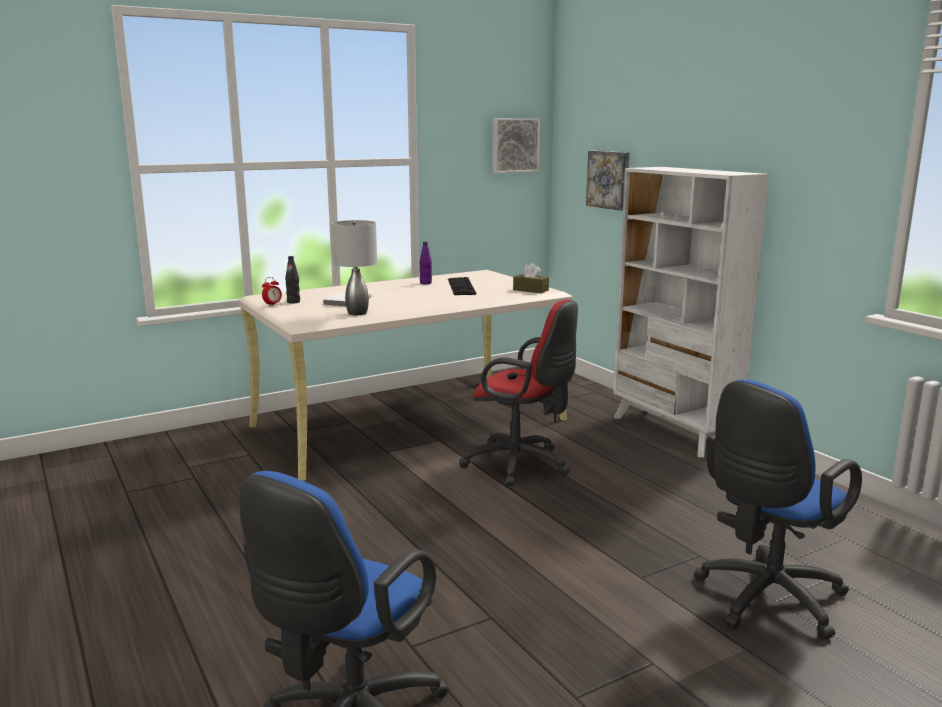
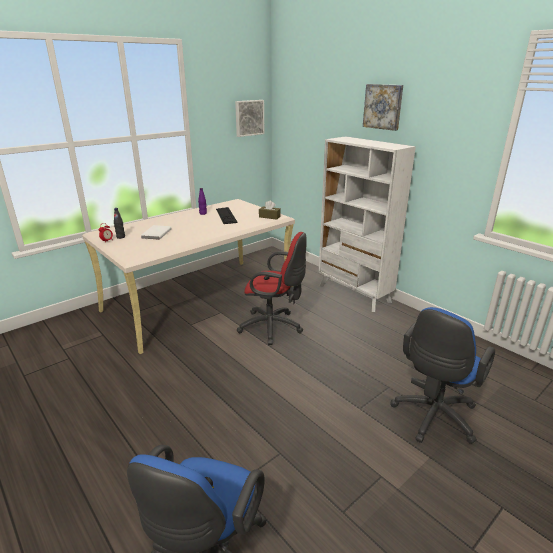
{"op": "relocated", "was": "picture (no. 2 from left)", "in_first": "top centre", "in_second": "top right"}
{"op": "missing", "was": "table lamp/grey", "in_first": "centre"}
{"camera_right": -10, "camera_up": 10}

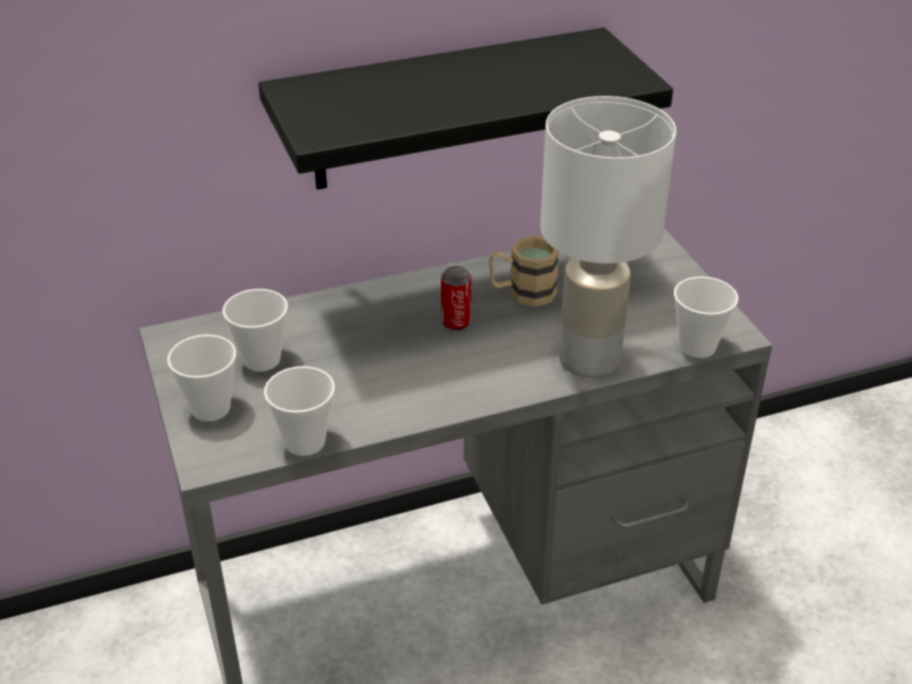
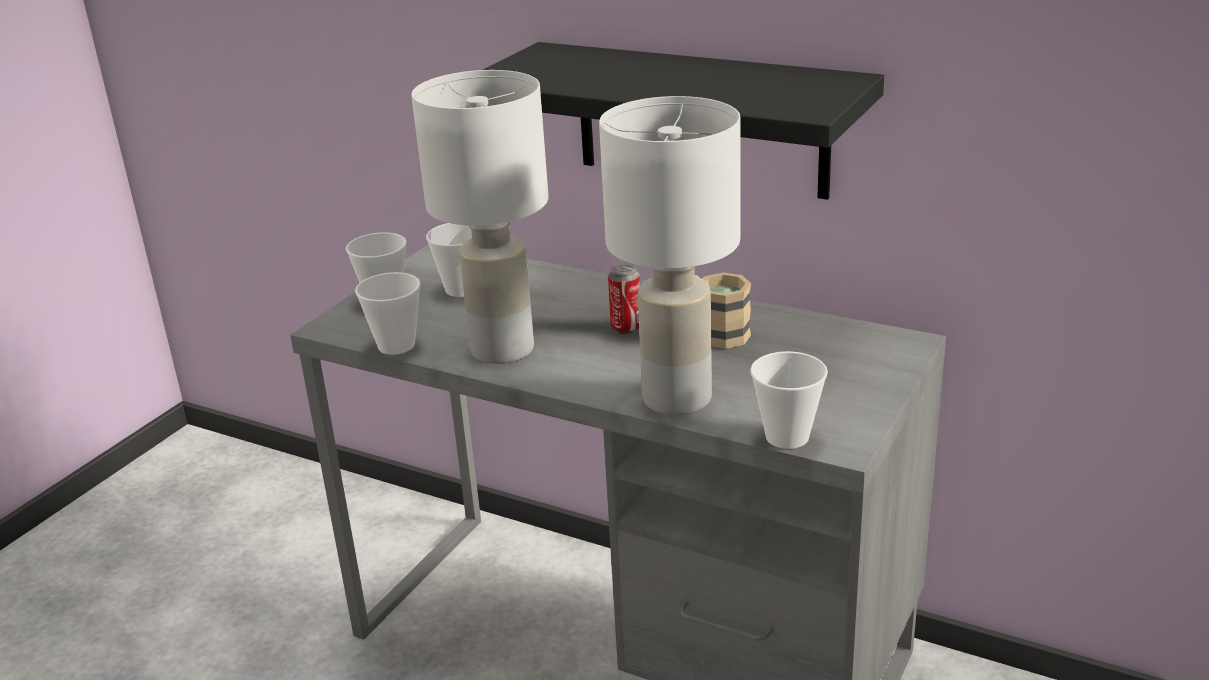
{"op": "appeared", "now": "table lamp/white (no. 1 from left)", "in_second": "top centre"}
{"camera_right": 50, "camera_up": -10}

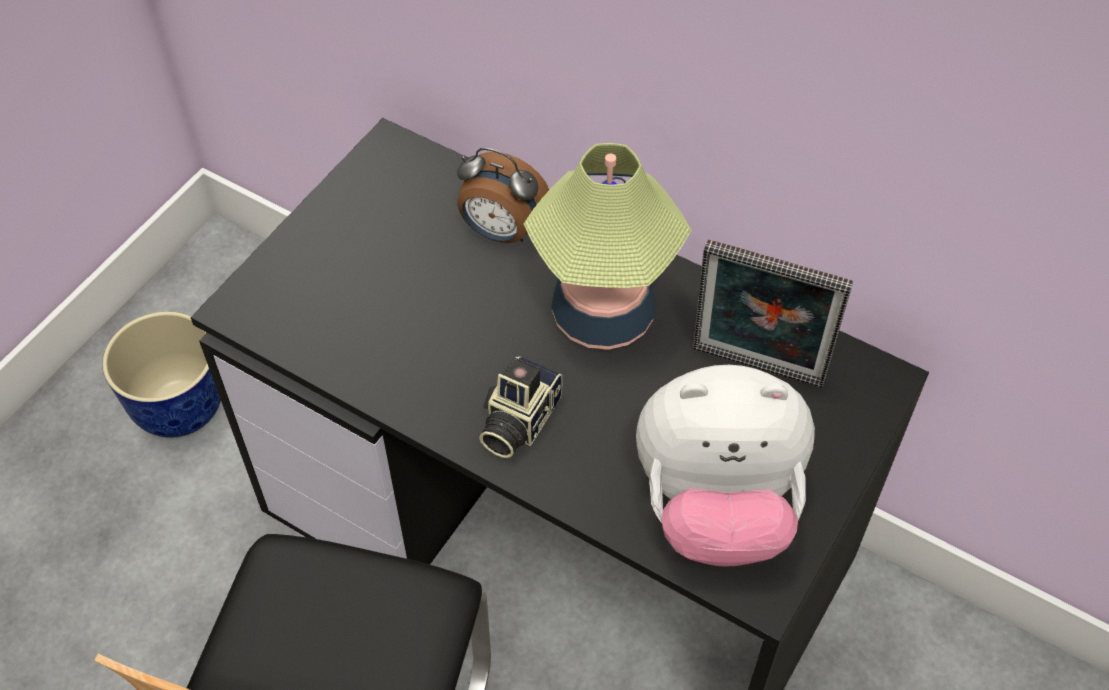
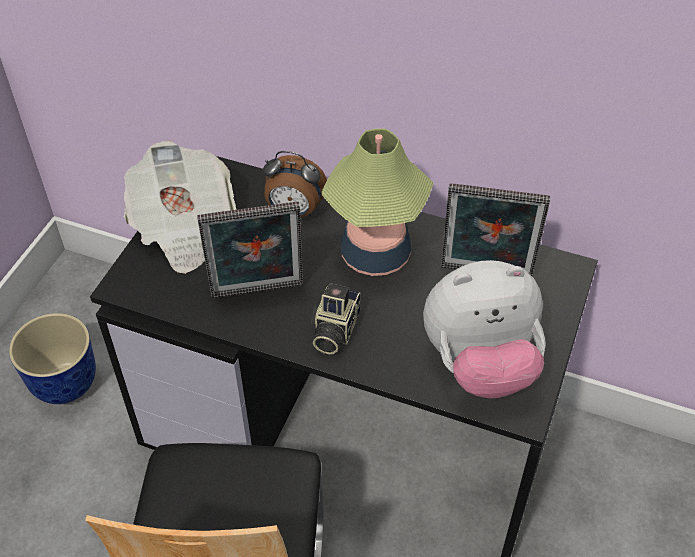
{"op": "appeared", "now": "newspaper", "in_second": "middle left"}
{"op": "appeared", "now": "picture frame (no. 1 from left)", "in_second": "centre"}
{"camera_right": -10, "camera_up": -5}

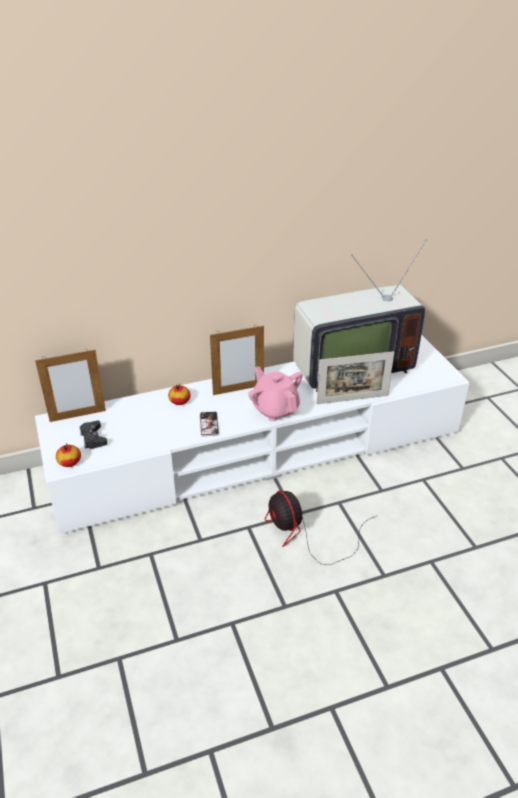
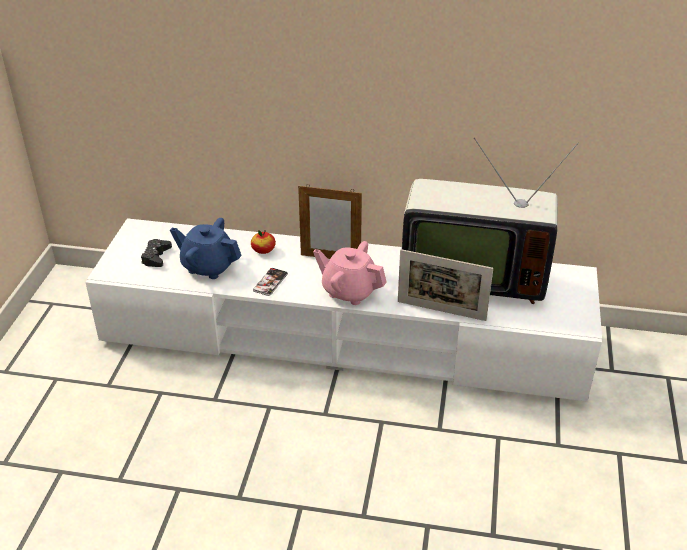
{"op": "missing", "was": "picture frame (no. 1 from left)", "in_first": "middle left"}
{"op": "spun", "was": "teapot/pink", "in_first": "centre", "in_second": "centre", "clockwise": -60}
{"op": "missing", "was": "apple (no. 1 from left)", "in_first": "middle left"}
{"op": "missing", "was": "fan", "in_first": "centre"}
{"op": "appeared", "now": "teapot/blue", "in_second": "middle left"}
{"camera_right": 30, "camera_up": 0}

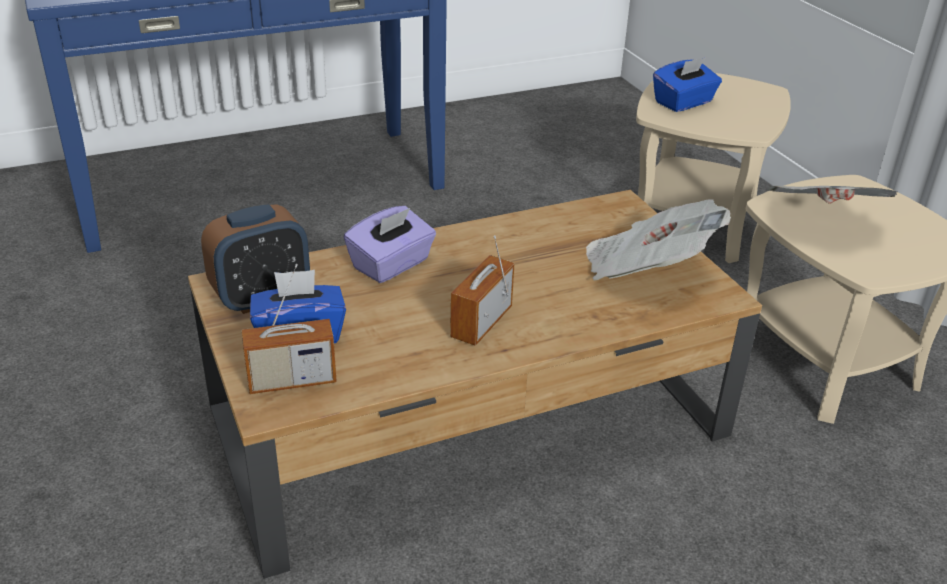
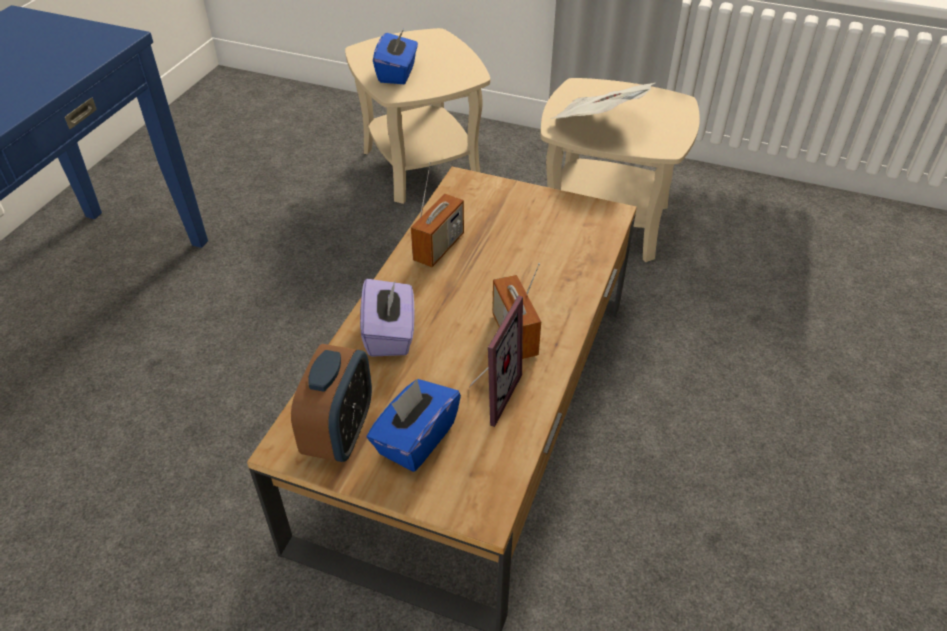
{"op": "missing", "was": "newspaper (no. 1 from left)", "in_first": "middle right"}
{"op": "relocated", "was": "radio (no. 1 from left)", "in_first": "middle left", "in_second": "centre"}
{"op": "appeared", "now": "picture frame", "in_second": "centre"}
{"camera_right": -45, "camera_up": 10}

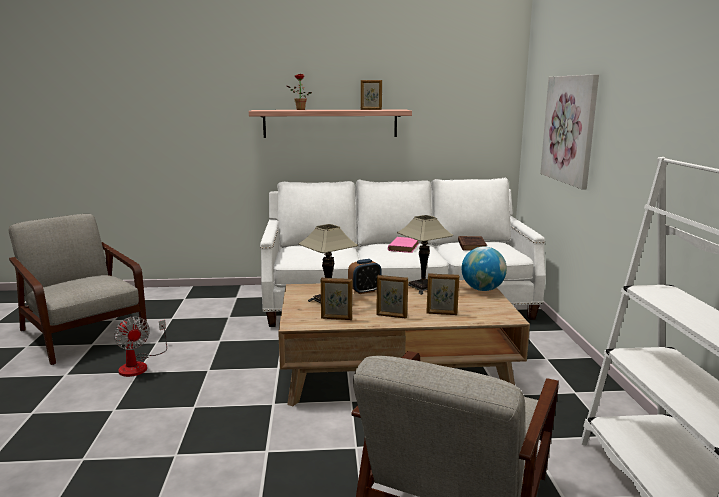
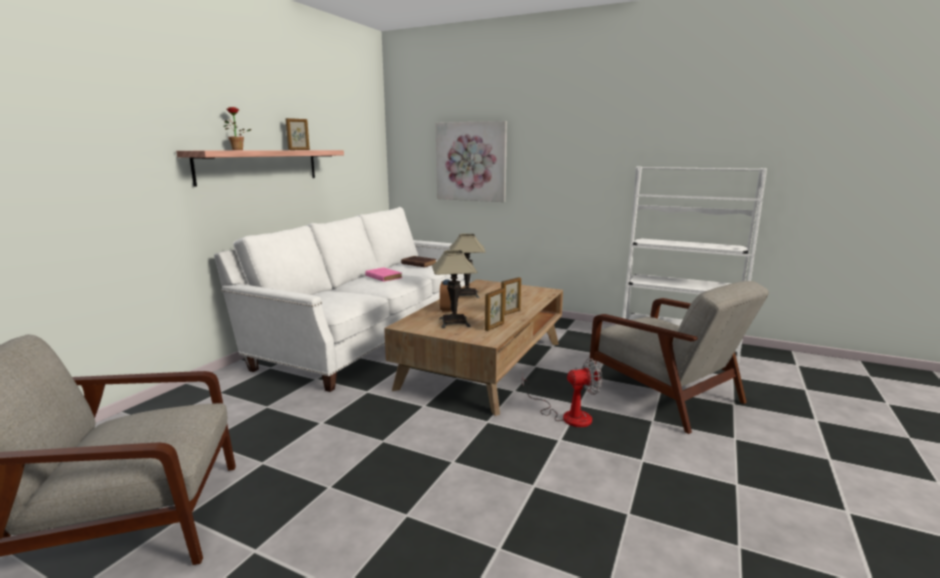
{"op": "missing", "was": "globe", "in_first": "middle right"}
{"op": "missing", "was": "picture frame (no. 4 from left)", "in_first": "centre"}
{"op": "relocated", "was": "fan", "in_first": "bottom left", "in_second": "bottom centre"}
{"camera_right": -60, "camera_up": 0}

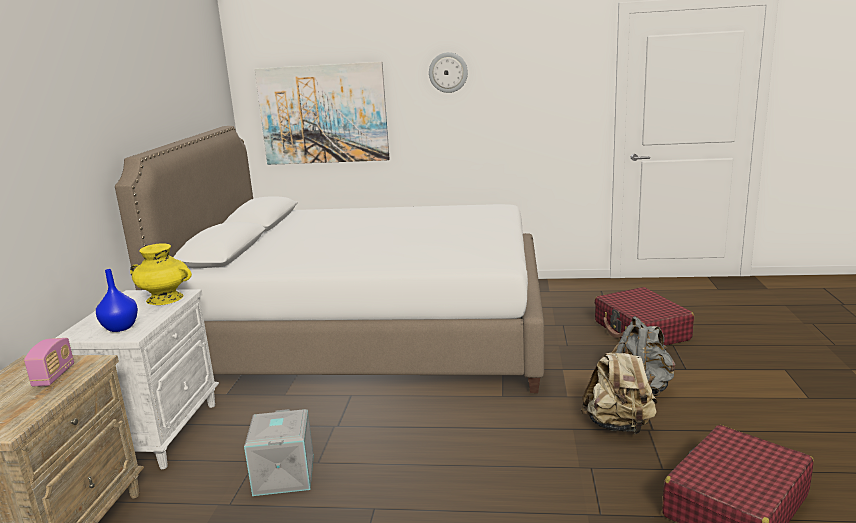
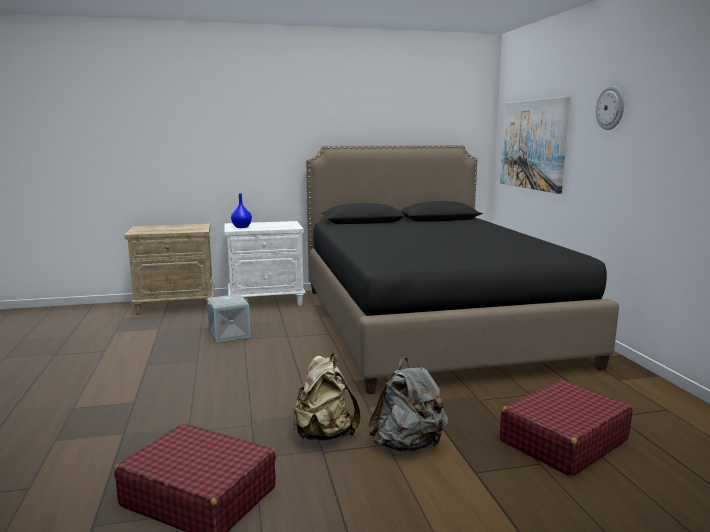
{"op": "colour", "was": "bed/white", "now": "bed/black", "in_first": "centre", "in_second": "centre"}
{"op": "missing", "was": "vase/yellow", "in_first": "middle left"}
{"op": "missing", "was": "radio", "in_first": "bottom left"}
{"camera_right": 70, "camera_up": -5}

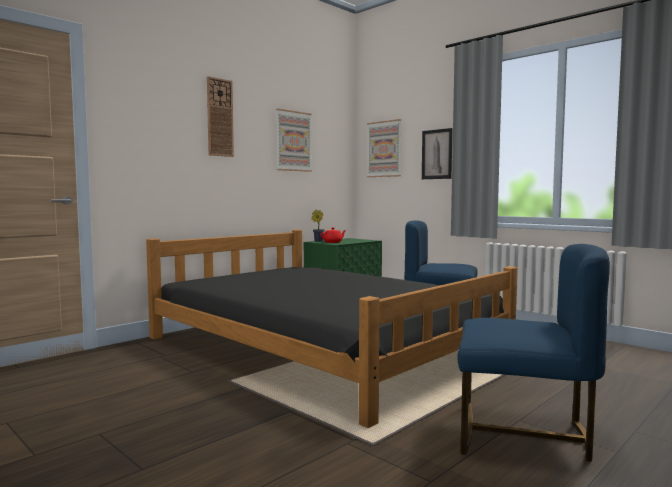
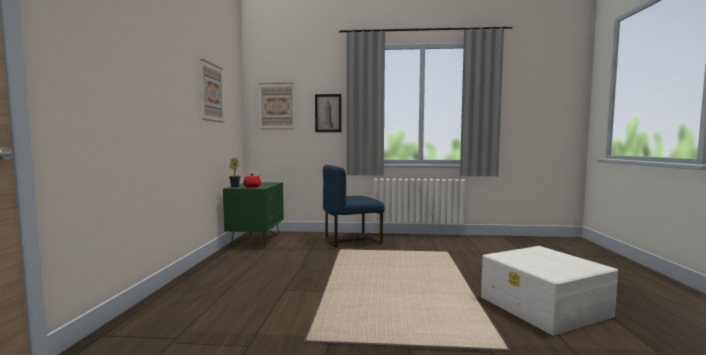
{"op": "missing", "was": "wall clock", "in_first": "top left"}
{"op": "missing", "was": "bed/black", "in_first": "bottom centre"}
{"op": "exchanged", "was": "chair/blue (no. 2 from left)", "now": "storage box/white", "in_first": "bottom right", "in_second": "bottom right"}
{"camera_right": -40, "camera_up": 0}

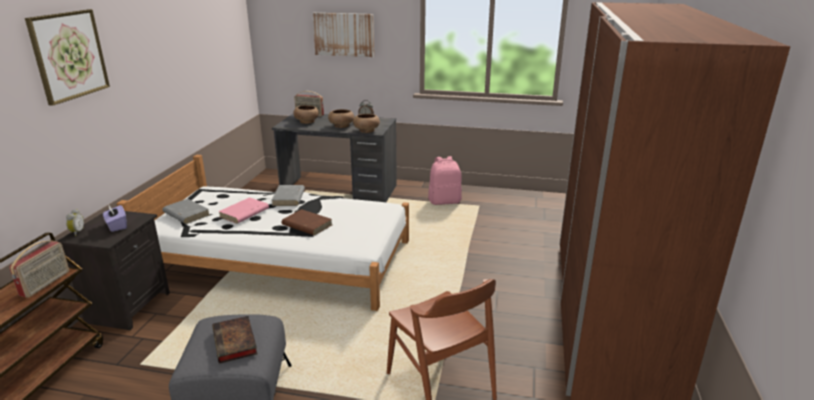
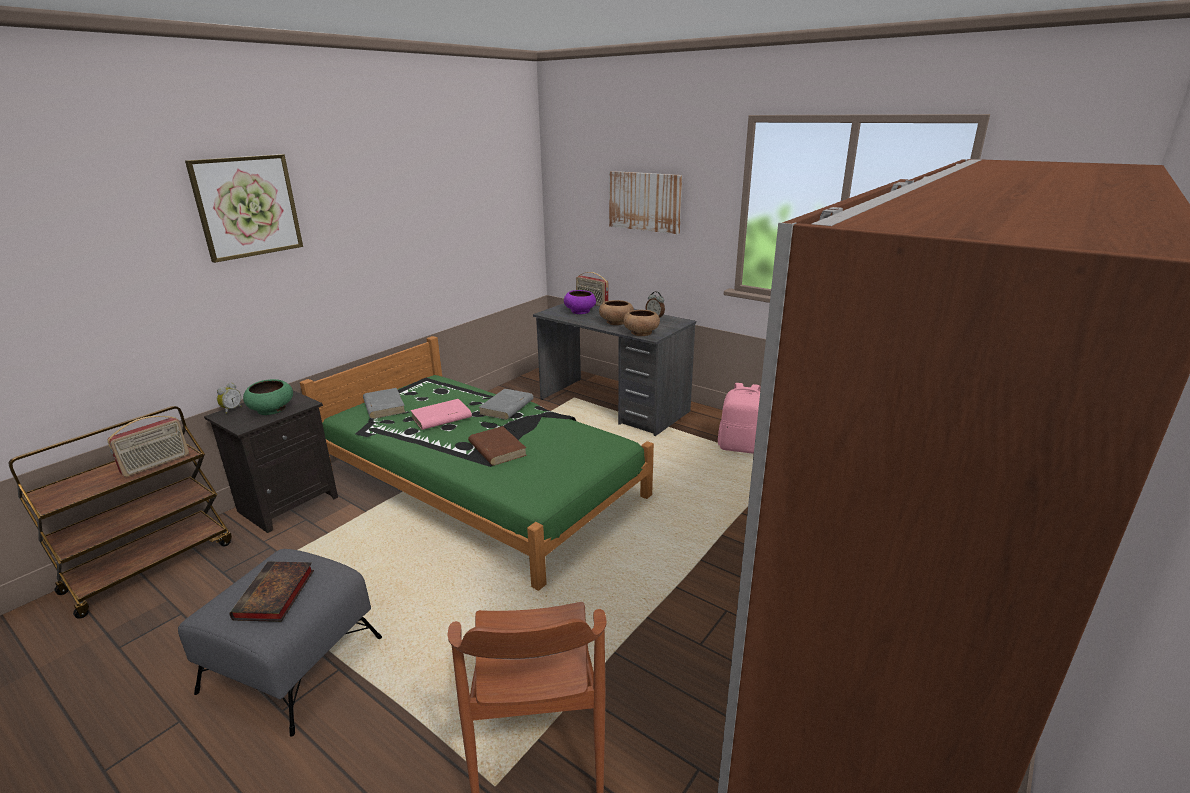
{"op": "colour", "was": "bowl/brown (no. 1 from left)", "now": "bowl/purple", "in_first": "top centre", "in_second": "centre"}
{"op": "colour", "was": "bed/white", "now": "bed/green", "in_first": "middle left", "in_second": "centre"}
{"op": "exchanged", "was": "tissue box/purple", "now": "bowl/green", "in_first": "middle left", "in_second": "middle left"}
{"camera_right": 25, "camera_up": 0}

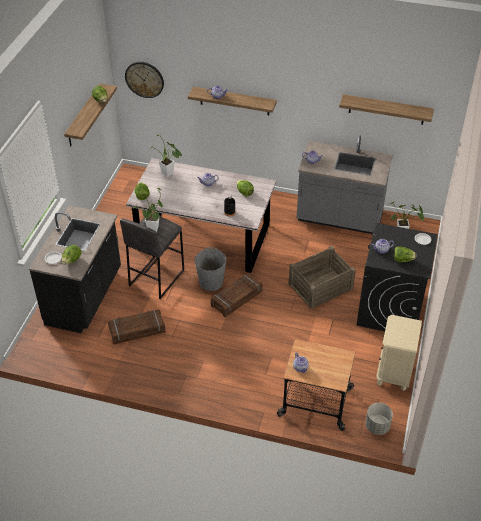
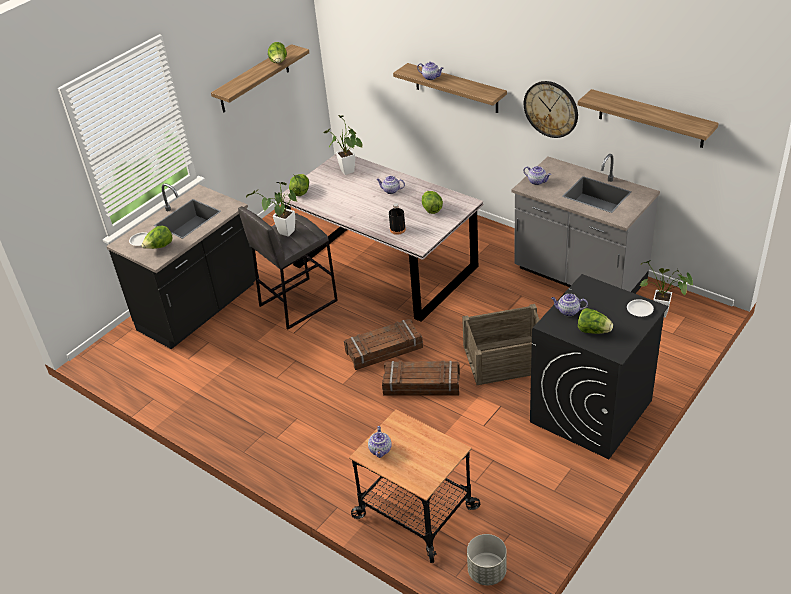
{"op": "relocated", "was": "wall clock", "in_first": "top left", "in_second": "top right"}
{"op": "missing", "was": "bucket/grey", "in_first": "centre"}
{"op": "relocated", "was": "crate (no. 1 from left in the first image)", "now": "crate (no. 2 from left)", "in_first": "middle left", "in_second": "centre"}
{"op": "missing", "was": "nightstand/beige", "in_first": "bottom right"}
{"camera_right": 25, "camera_up": -5}

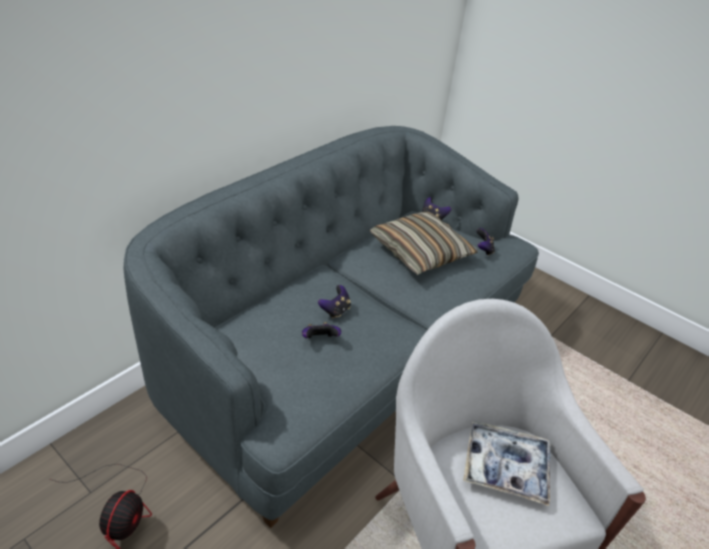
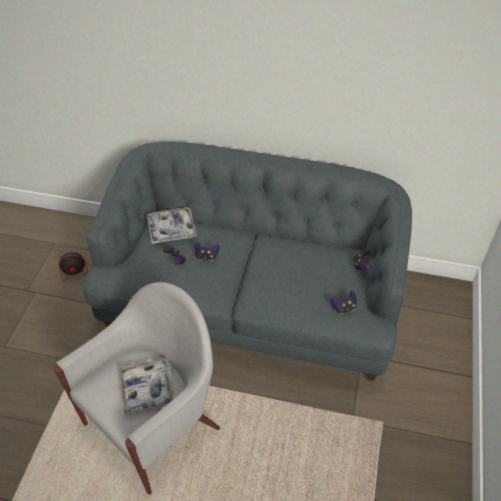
{"op": "missing", "was": "pillow", "in_first": "centre"}
{"op": "appeared", "now": "tray (no. 2 from left)", "in_second": "centre"}
{"camera_right": 65, "camera_up": 10}

